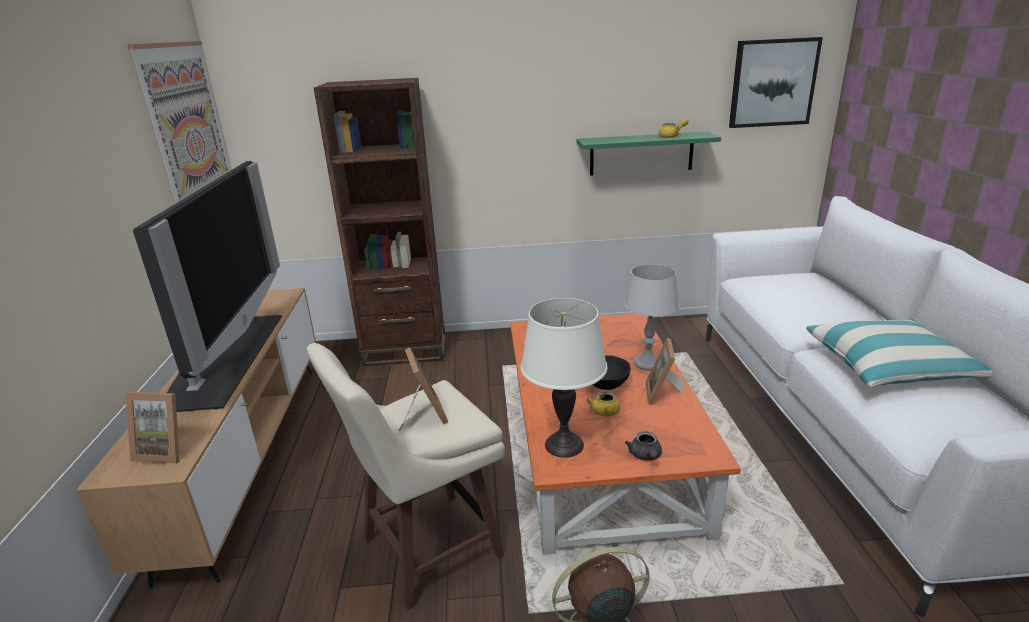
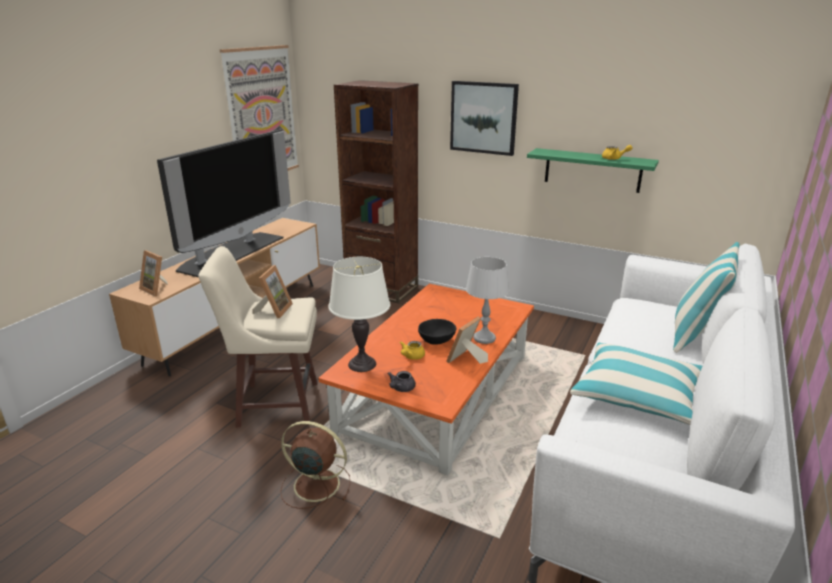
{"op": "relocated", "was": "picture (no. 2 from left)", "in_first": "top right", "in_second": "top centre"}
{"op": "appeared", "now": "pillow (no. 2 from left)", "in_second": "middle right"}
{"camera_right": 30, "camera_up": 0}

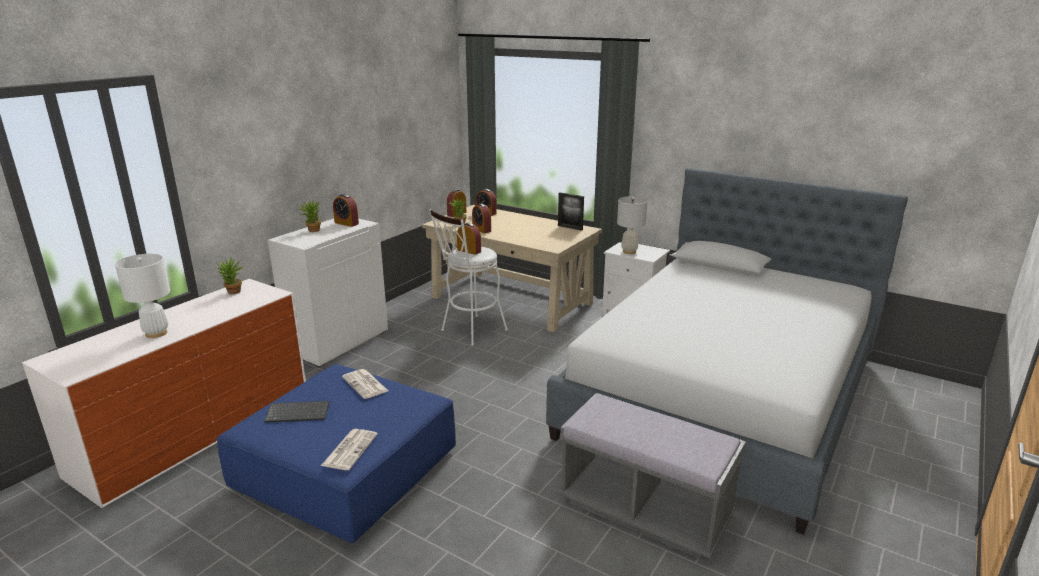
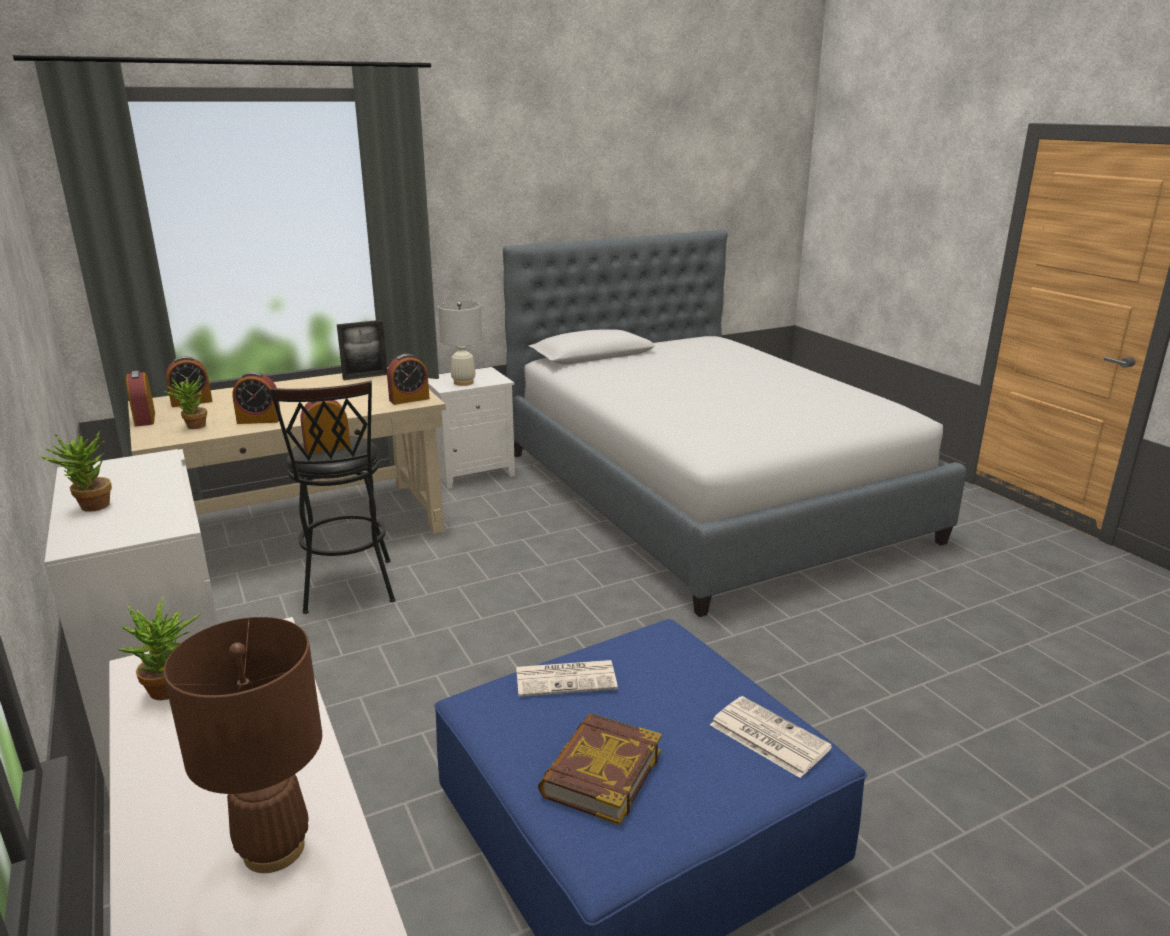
{"op": "relocated", "was": "alarm clock (no. 1 from left in the first image)", "now": "alarm clock (no. 5 from left)", "in_first": "middle left", "in_second": "centre"}
{"op": "colour", "was": "stool/white", "now": "stool/black", "in_first": "centre", "in_second": "middle left"}
{"op": "colour", "was": "table lamp/white (no. 1 from left)", "now": "table lamp/brown", "in_first": "middle left", "in_second": "bottom left"}
{"op": "missing", "was": "bench/grey", "in_first": "bottom centre"}
{"op": "exchanged", "was": "keyboard", "now": "book", "in_first": "bottom left", "in_second": "bottom centre"}
{"camera_right": -60, "camera_up": 0}

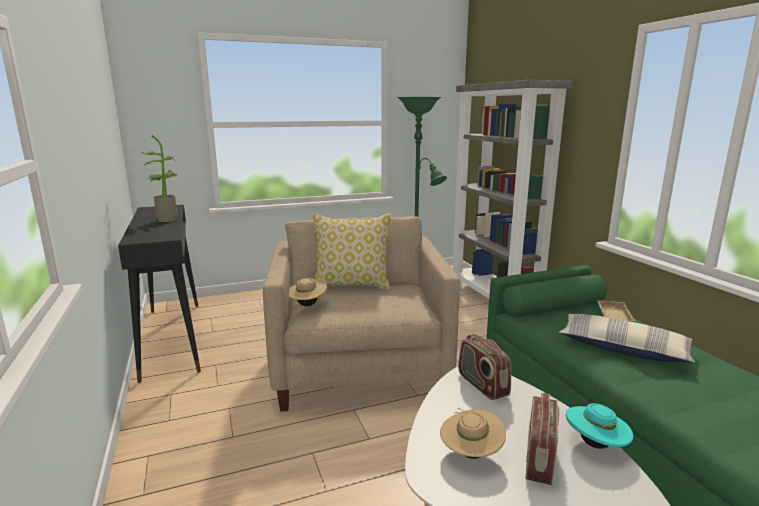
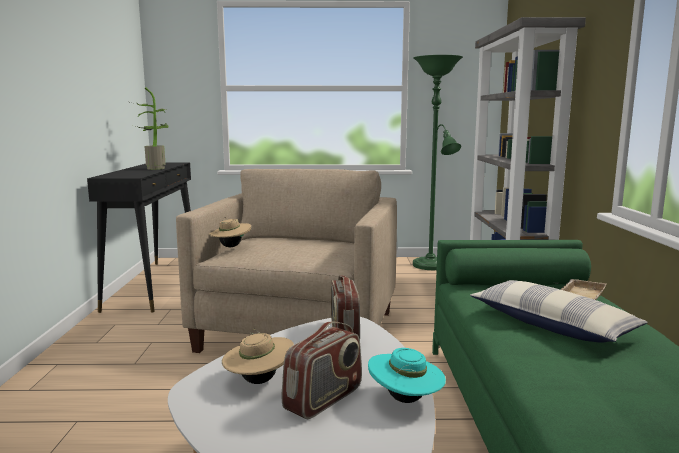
{"op": "missing", "was": "pillow (no. 1 from left)", "in_first": "centre"}
{"camera_right": 20, "camera_up": -5}

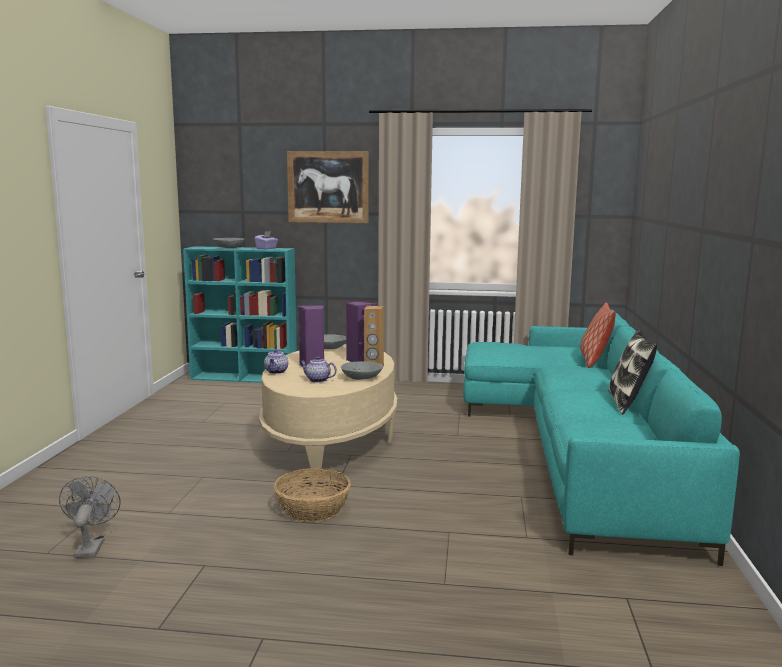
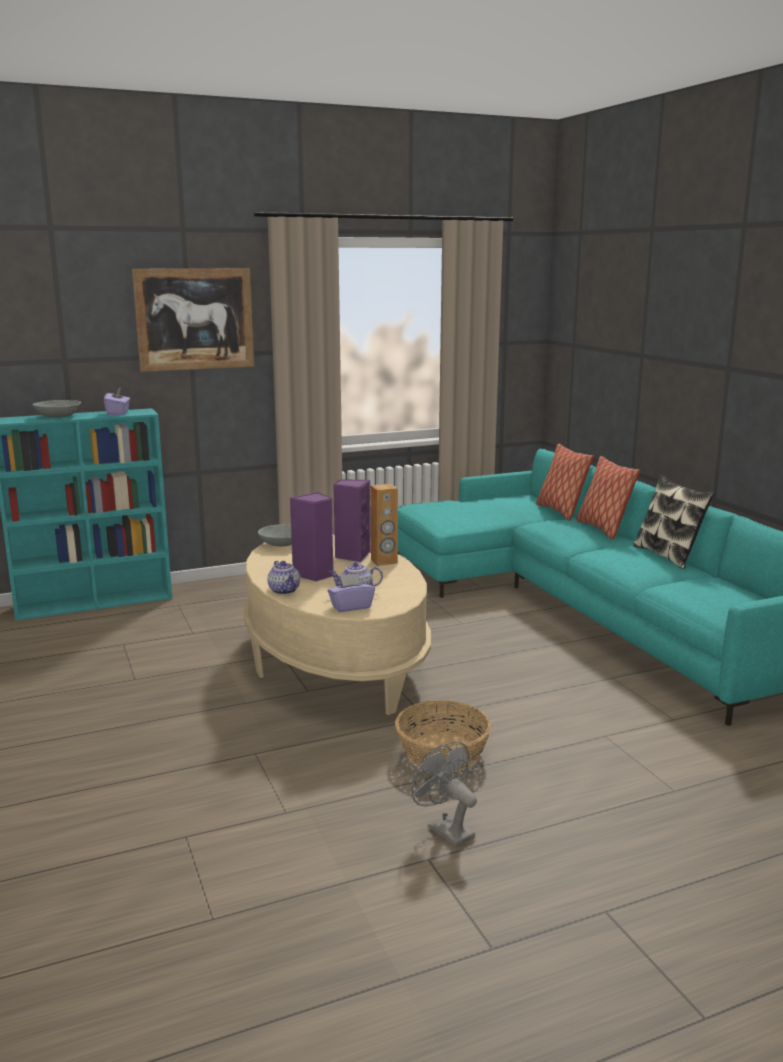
{"op": "missing", "was": "bowl/grey (no. 3 from left)", "in_first": "centre"}
{"op": "relocated", "was": "fan/grey", "in_first": "bottom left", "in_second": "bottom centre"}
{"op": "appeared", "now": "pillow (no. 2 from left)", "in_second": "middle right"}
{"op": "appeared", "now": "tissue box/purple (no. 2 from left)", "in_second": "centre"}
{"camera_right": -30, "camera_up": 5}

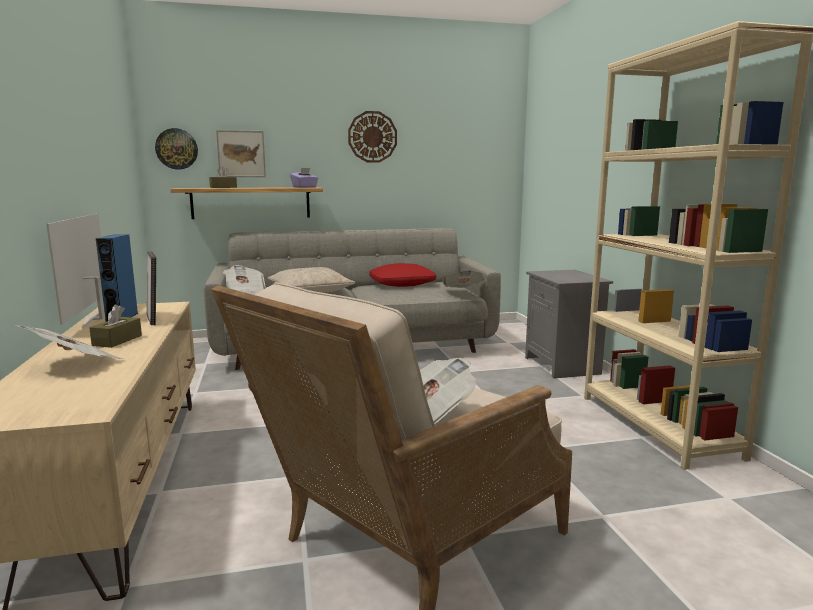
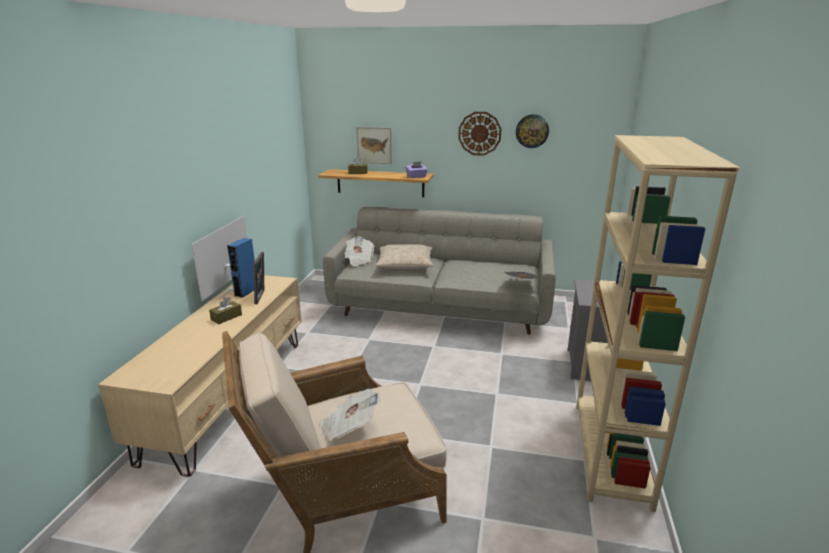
{"op": "relocated", "was": "wall clock (no. 1 from left in the first image)", "now": "wall clock (no. 2 from left)", "in_first": "top left", "in_second": "top centre"}
{"op": "missing", "was": "pillow/red", "in_first": "centre"}
{"op": "missing", "was": "newspaper (no. 1 from left)", "in_first": "middle left"}
{"camera_right": 25, "camera_up": 10}

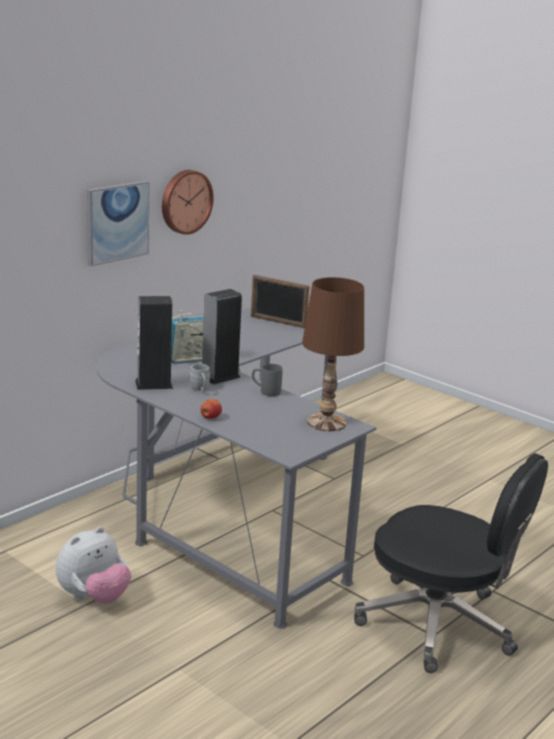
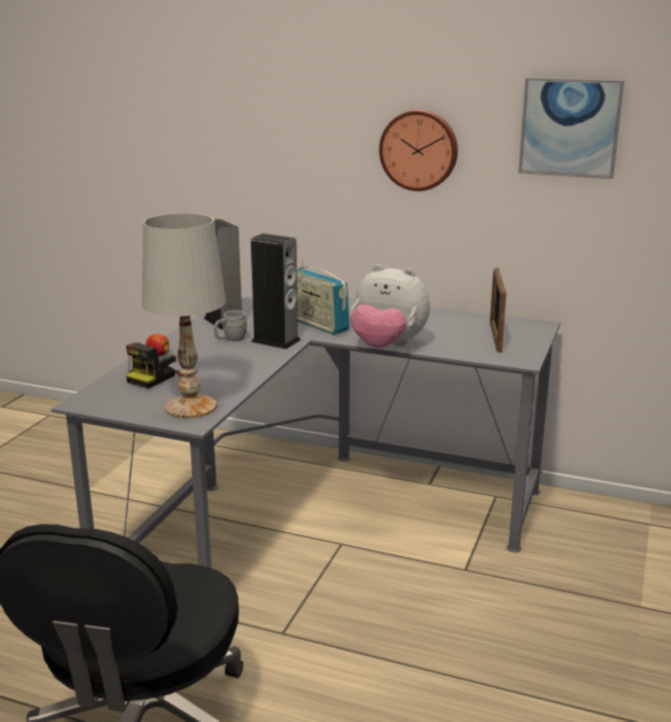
{"op": "relocated", "was": "picture", "in_first": "top left", "in_second": "top right"}
{"op": "colour", "was": "table lamp/brown", "now": "table lamp/white", "in_first": "centre", "in_second": "middle left"}
{"op": "missing", "was": "mug/grey (no. 2 from left)", "in_first": "centre"}
{"op": "relocated", "was": "plush toy", "in_first": "bottom left", "in_second": "centre"}
{"op": "appeared", "now": "photo camera", "in_second": "middle left"}
{"camera_right": 70, "camera_up": 0}

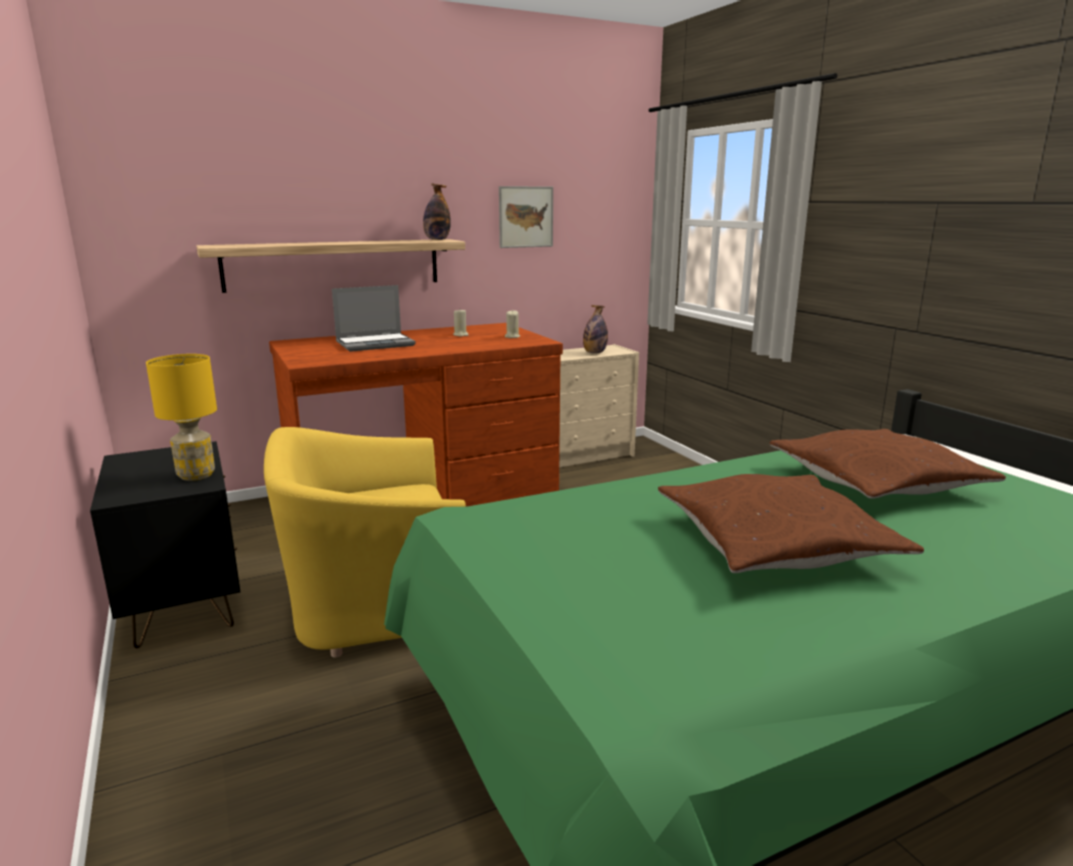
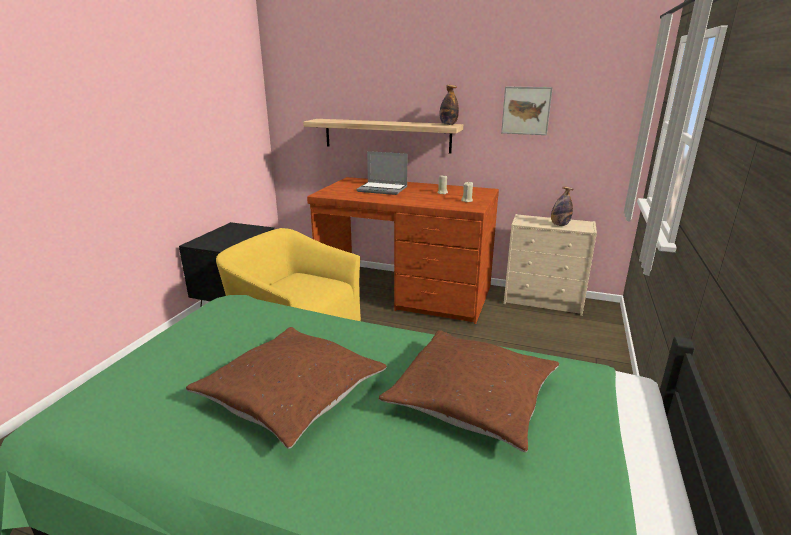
{"op": "missing", "was": "table lamp/yellow", "in_first": "middle left"}
{"camera_right": 45, "camera_up": 5}

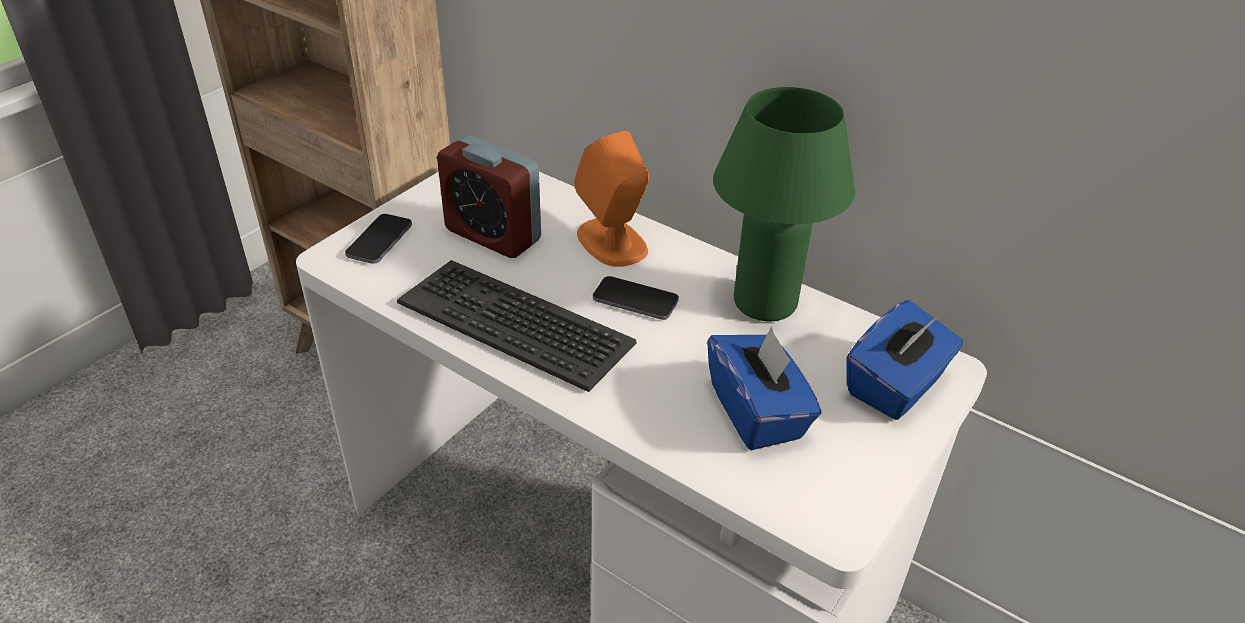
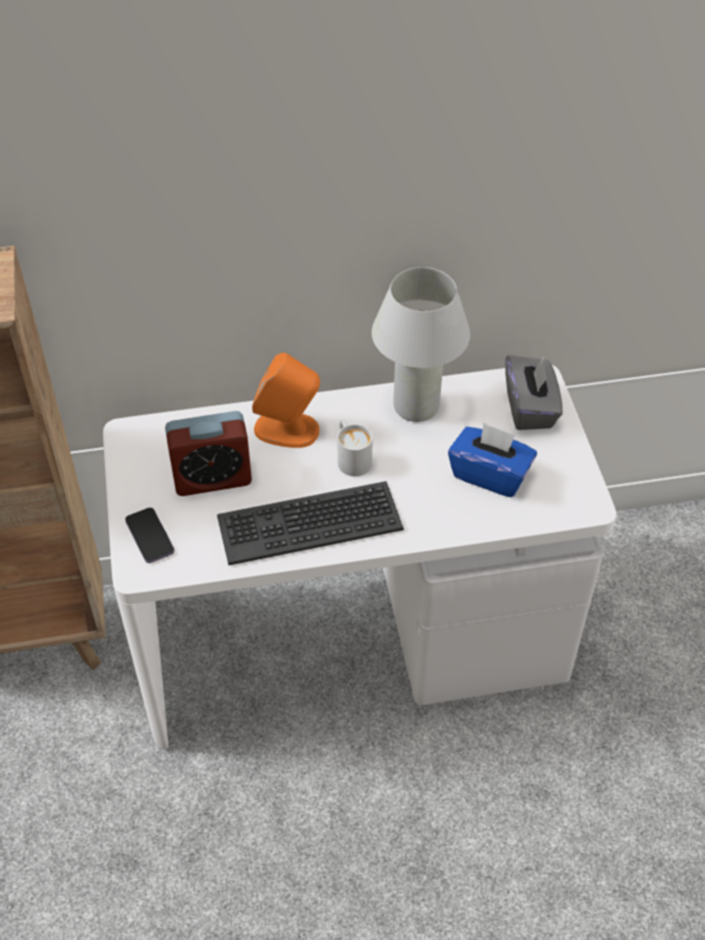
{"op": "colour", "was": "table lamp/green", "now": "table lamp/white", "in_first": "top centre", "in_second": "centre"}
{"op": "exchanged", "was": "phone (no. 2 from left)", "now": "mug/white", "in_first": "centre", "in_second": "centre"}
{"op": "colour", "was": "tissue box/blue (no. 2 from left)", "now": "tissue box/grey", "in_first": "middle right", "in_second": "middle right"}
{"camera_right": -45, "camera_up": 10}

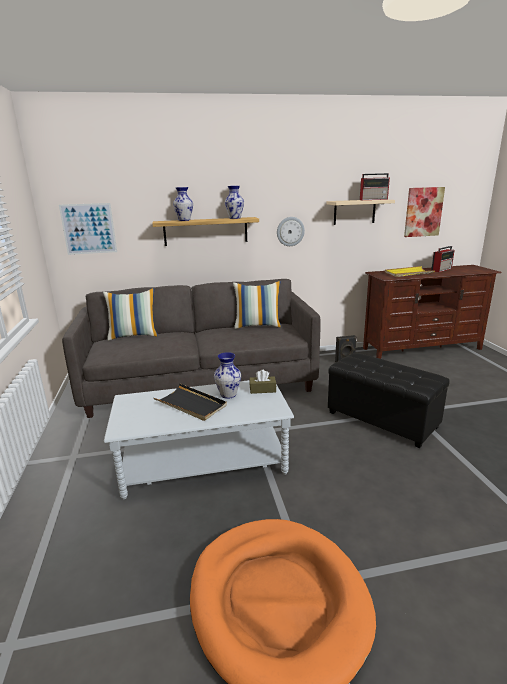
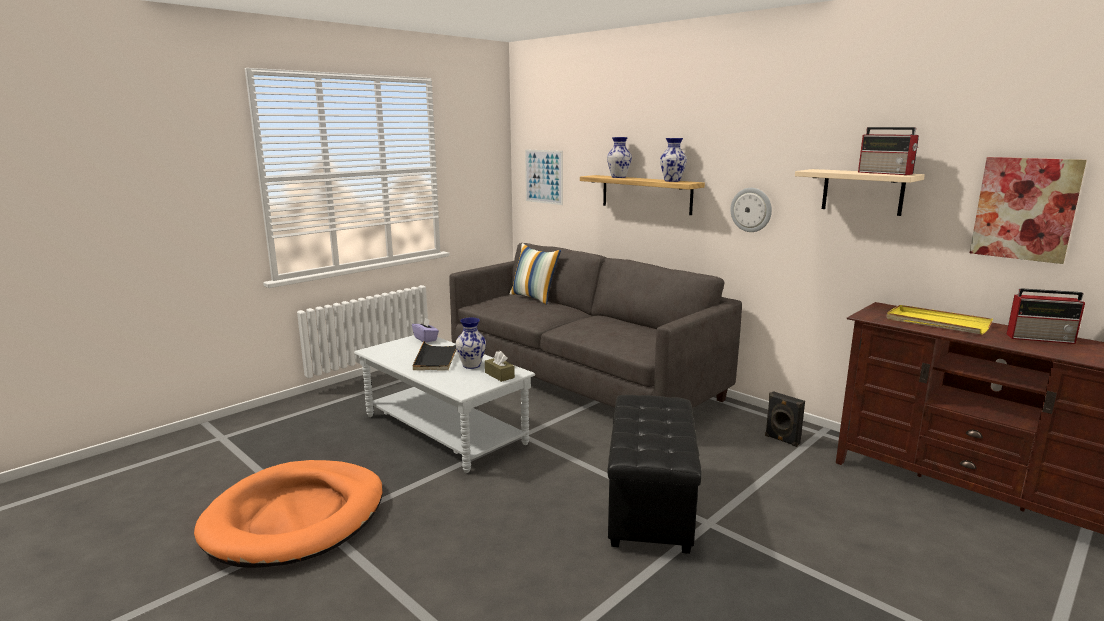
{"op": "missing", "was": "pillow (no. 2 from left)", "in_first": "centre"}
{"op": "appeared", "now": "tissue box/purple", "in_second": "centre"}
{"camera_right": 55, "camera_up": -5}

